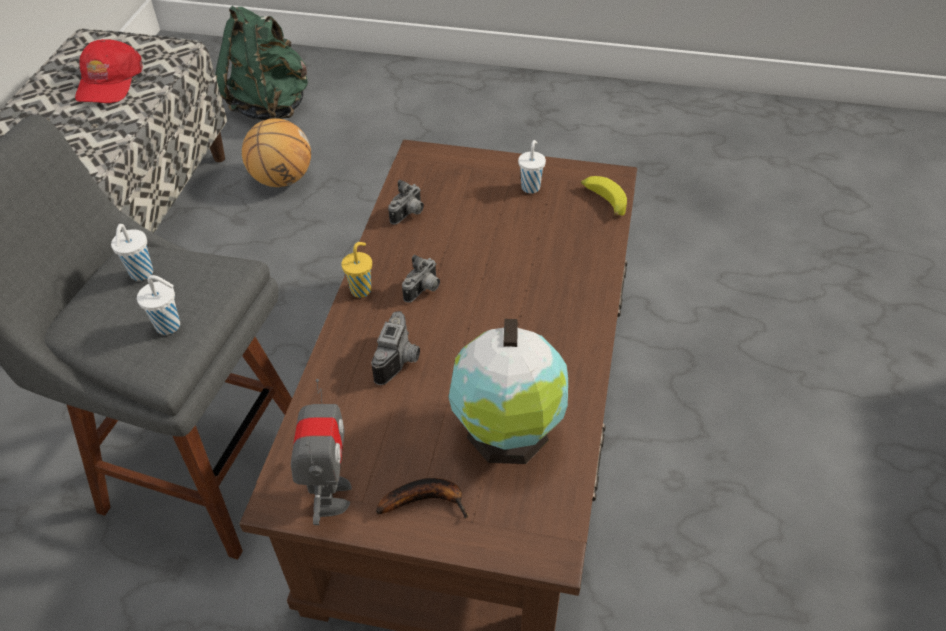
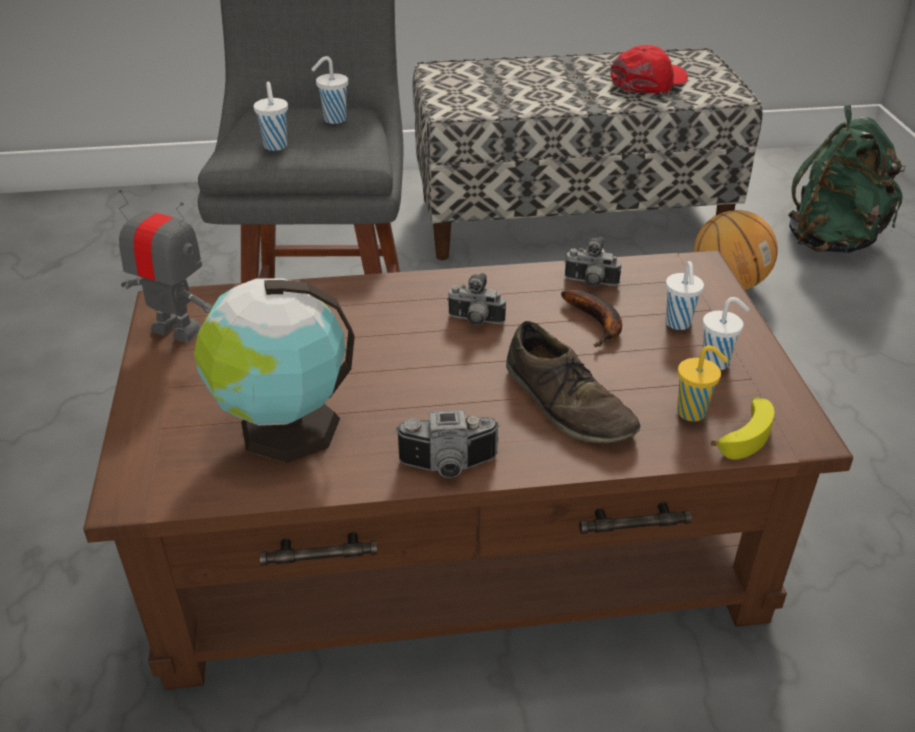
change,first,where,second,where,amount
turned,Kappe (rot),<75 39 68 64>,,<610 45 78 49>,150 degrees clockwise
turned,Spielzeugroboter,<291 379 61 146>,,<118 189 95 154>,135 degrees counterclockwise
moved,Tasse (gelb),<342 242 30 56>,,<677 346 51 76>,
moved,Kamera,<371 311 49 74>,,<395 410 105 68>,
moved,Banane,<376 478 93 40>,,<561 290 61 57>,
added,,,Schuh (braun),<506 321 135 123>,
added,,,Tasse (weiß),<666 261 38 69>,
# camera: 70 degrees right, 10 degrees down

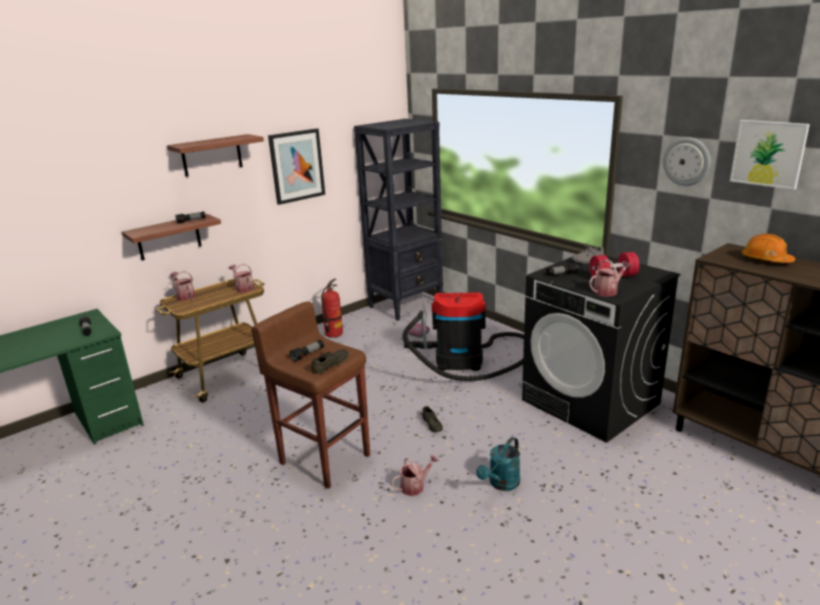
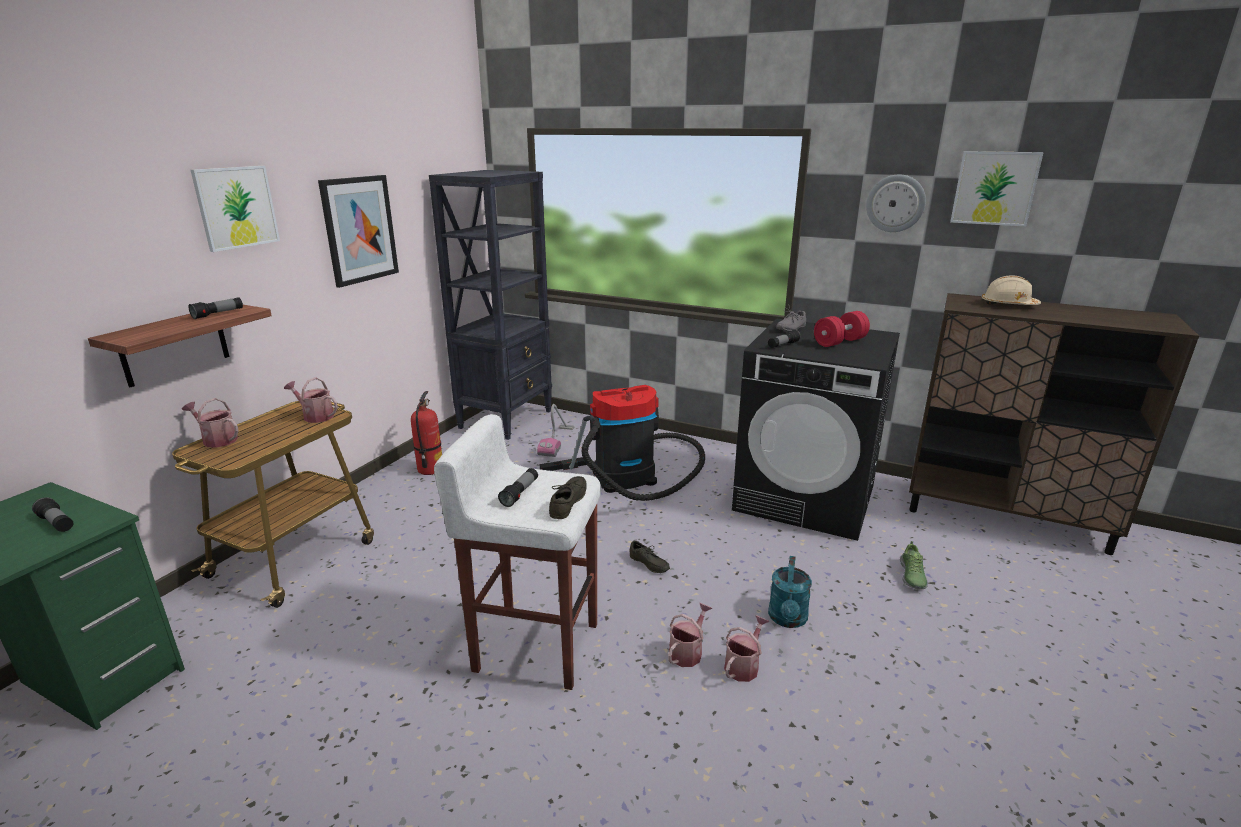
change,first,where,second,where,amount
replaced,Wandregal,<167 134 97 43>,Bild,<191 166 89 86>,
recoloured,Hocker (braun),<251 301 119 188>,Hocker (weiß),<434 414 167 276>,
moved,Gießkanne,<589 259 43 38>,,<724 615 45 67>,
recoloured,Schutzhelm (orange),<741 234 54 29>,Schutzhelm (beige),<982 275 59 30>,
added,,,Schuh,<900 541 28 49>,
# camera: 25 degrees left, 0 degrees up

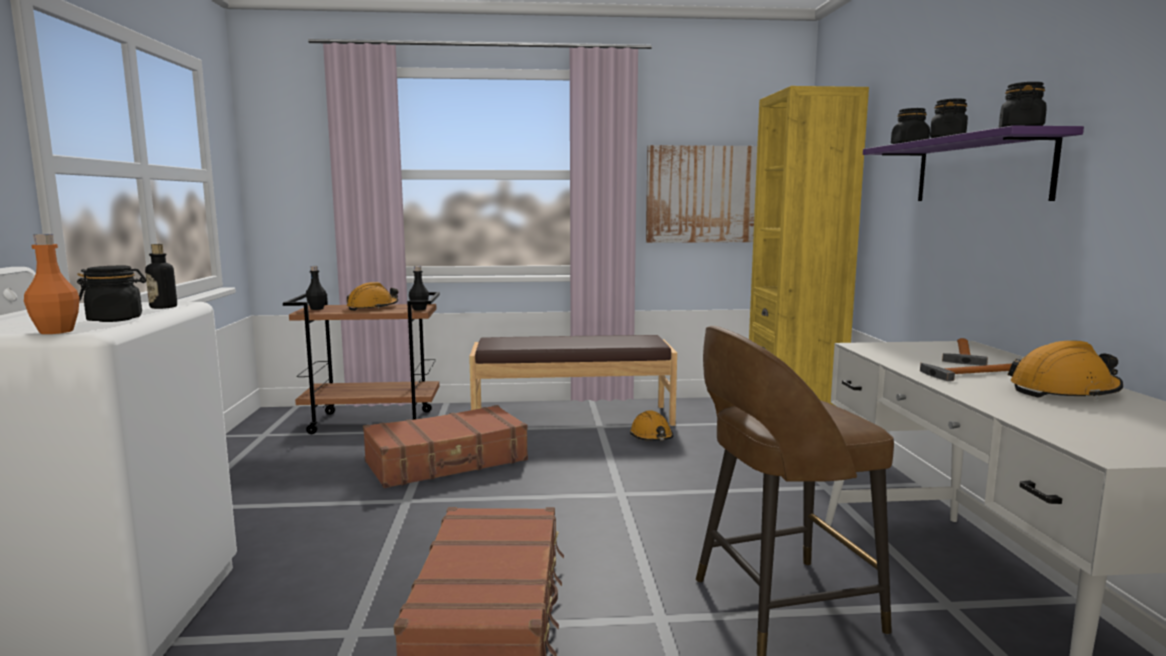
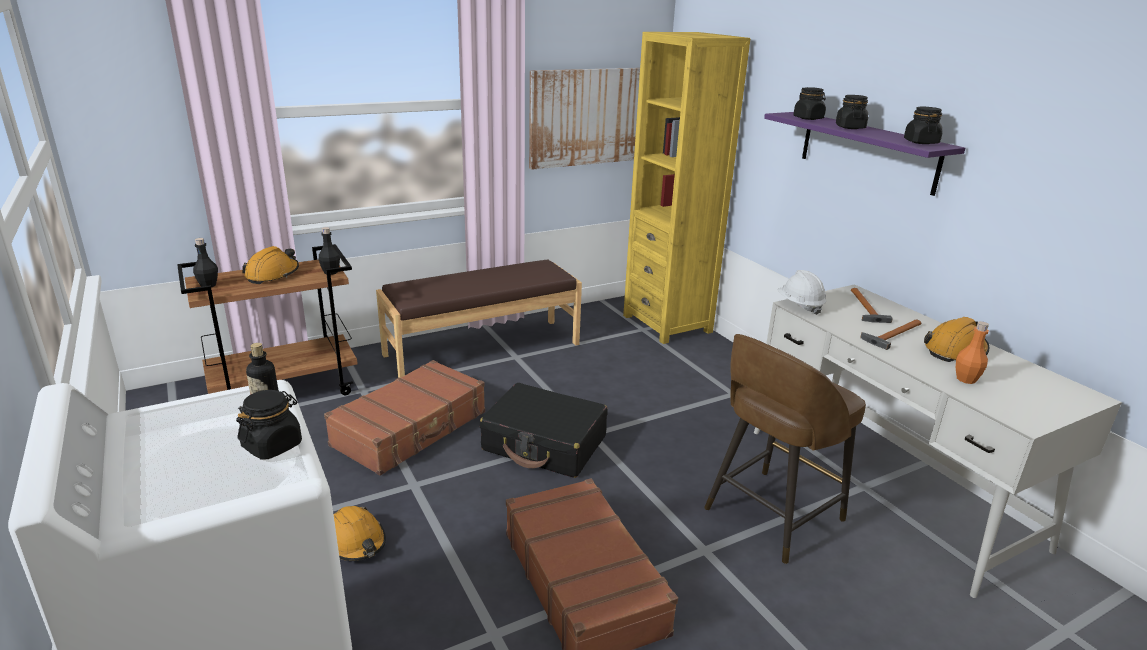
change,first,where,second,where,amount
moved,Flasche (orange),<24 234 56 100>,,<956 321 33 63>,
moved,Schutzhelm (orange),<630 410 43 31>,,<334 506 52 55>,
added,,,Koffer (schwarz),<479 383 129 95>,
added,,,Schutzhelm (weiß),<778 270 48 45>,
# camera: 25 degrees left, 15 degrees up

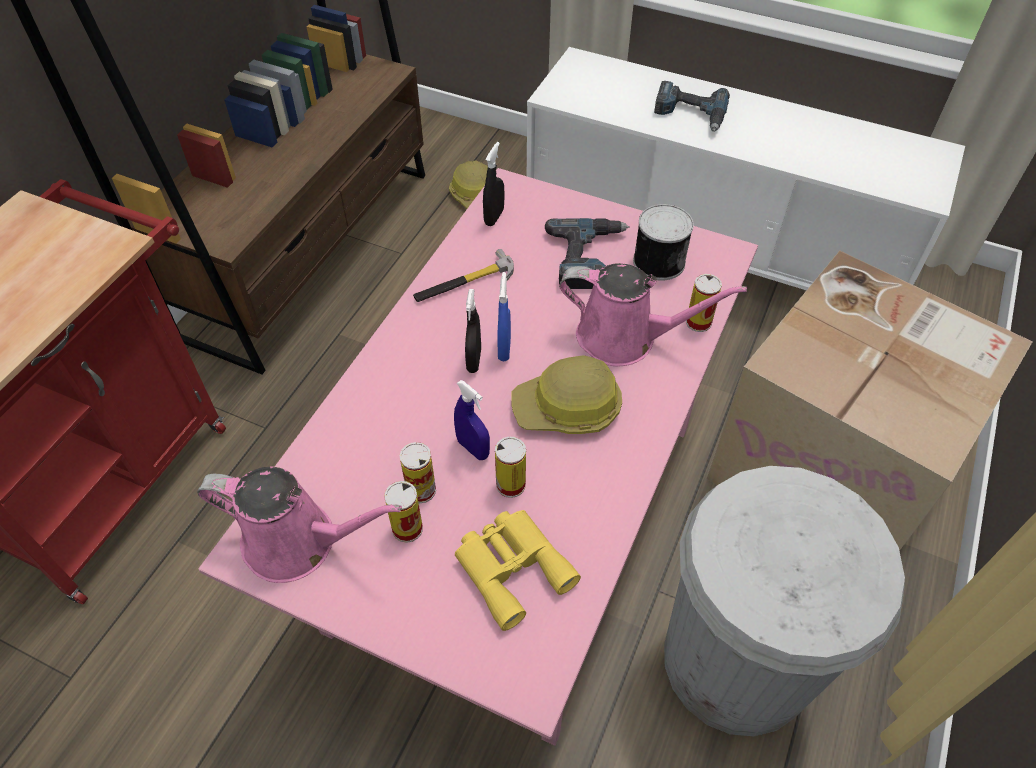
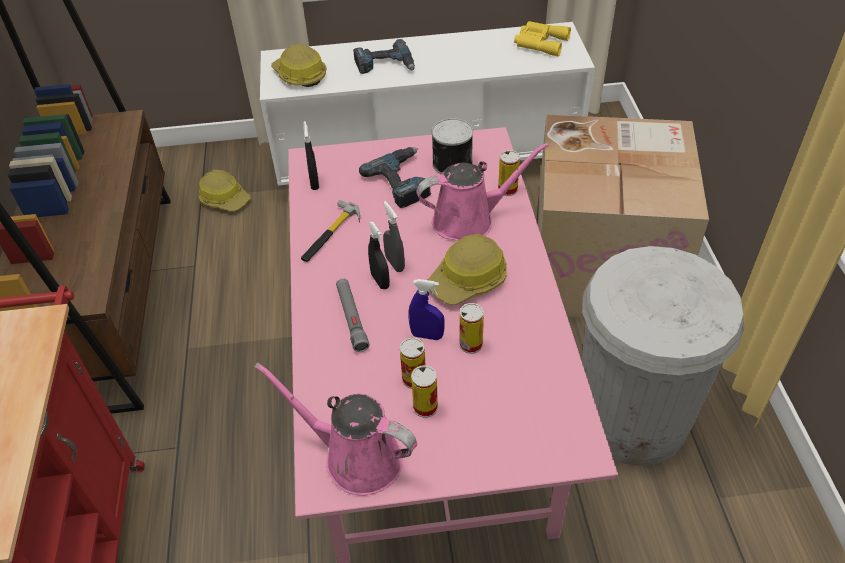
change,first,where,second,where,amount
turned,Gießkanne (rosa),<197 467 205 116>,,<254 362 163 134>,135 degrees counterclockwise
moved,Fernglas (gelb),<455 510 126 121>,,<514 21 57 35>,
recoloured,Sprühflasche (blau),<497 272 14 89>,Sprühflasche (grau),<383 201 22 71>,
added,,,Schutzhelm,<271 44 55 43>,
added,,,Taschenlampe (grau),<336 279 33 73>,
# camera: 30 degrees left, 5 degrees down

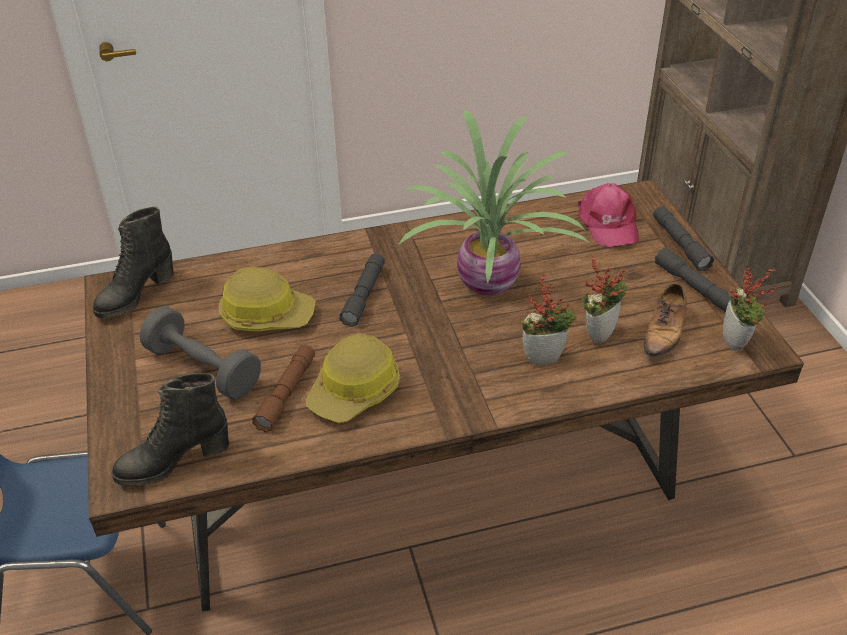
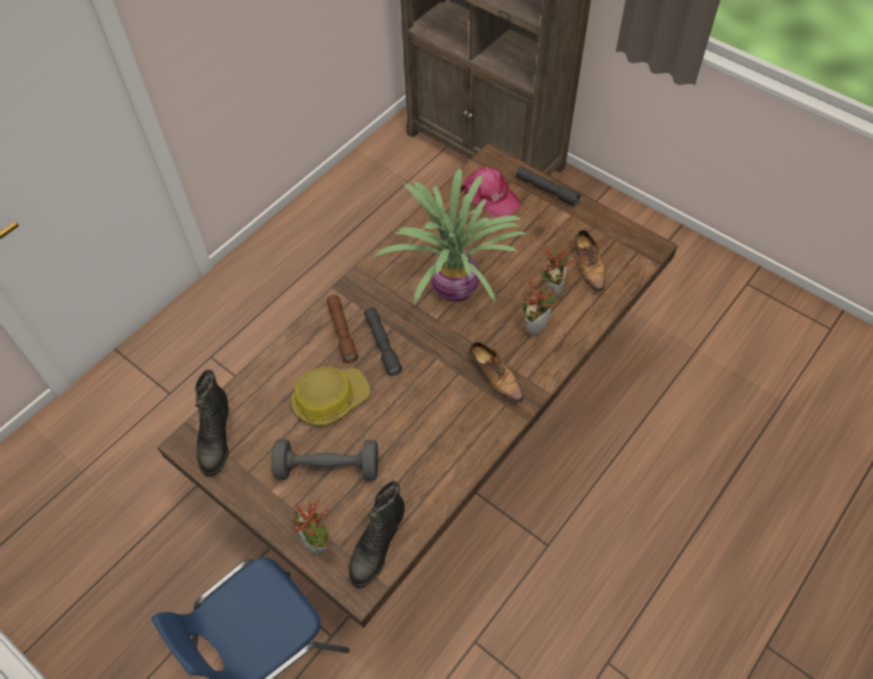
change,first,where,second,where,amount
moved,Taschenlampe (braun),<252 345 63 87>,,<327 295 31 68>,
removed,Schutzhelm,<306 333 94 90>,,,
removed,Taschenlampe (grau),<655 248 75 64>,,,
moved,Topfpflanze,<723 268 55 84>,,<292 500 38 55>,
added,,,Schuh,<469 342 55 61>,
# camera: 35 degrees left, 15 degrees up

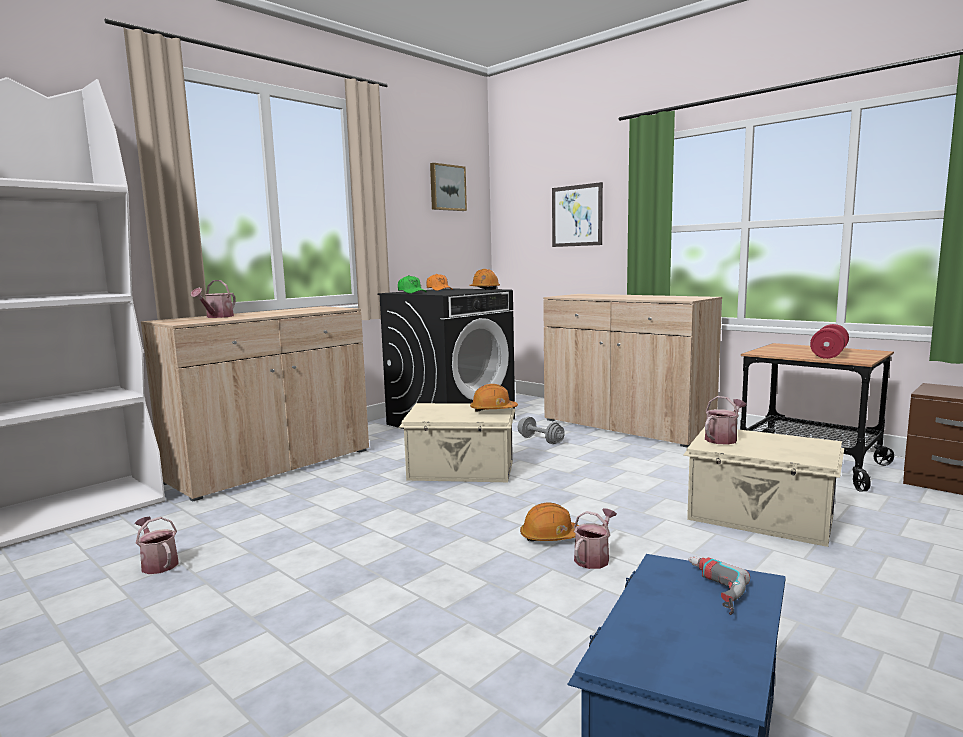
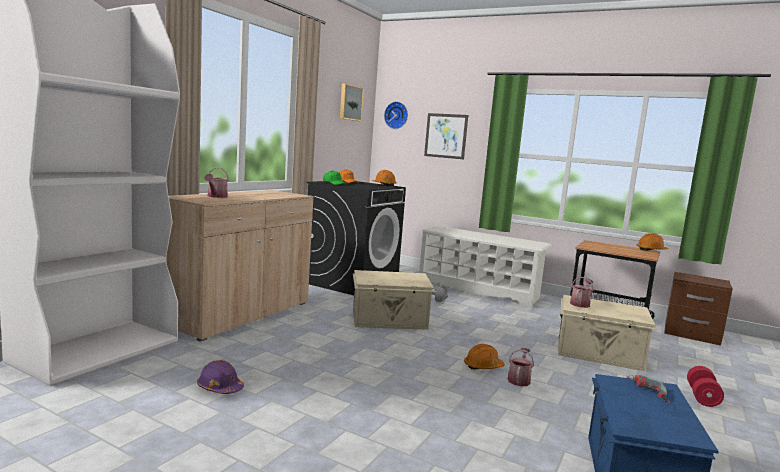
change,first,where,second,where,amount
replaced,Gießkanne,<135 517 44 57>,Schutzhelm (lila),<197 360 47 34>,
moved,Schutzhelm (orange),<470 384 48 28>,,<637 233 31 18>,
replaced,Schrank (beige),<543 294 179 154>,Schuhregal (weiß),<419 226 133 82>,
moved,Hantel (rot),<810 324 39 35>,,<687 366 37 41>,
added,,,Wanduhr,<384 102 24 27>,
# camera: 15 degrees left, 0 degrees up

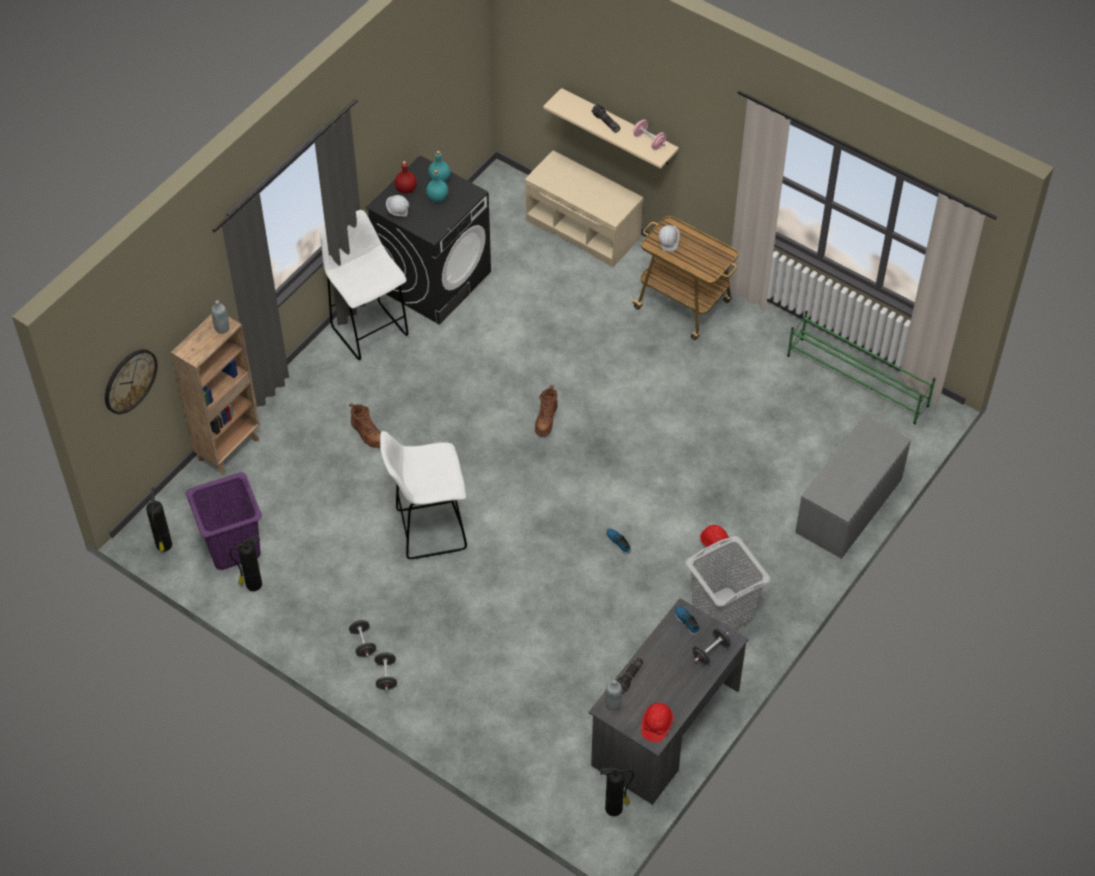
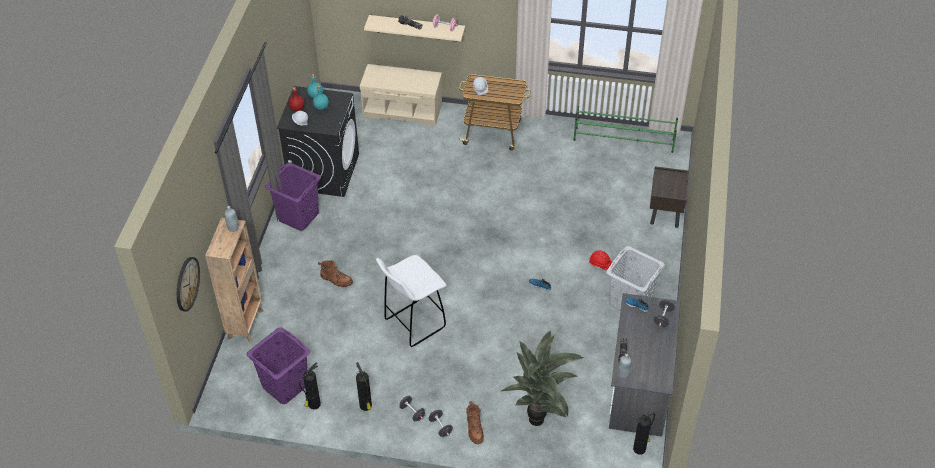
change,first,where,second,where,amount
moved,Feuerlöscher,<146 488 26 64>,,<356 362 16 49>,
replaced,Hocker (weiß),<320 210 89 152>,Wäschekorb (lila),<265 163 56 68>,
moved,Stiefel (braun),<535 385 22 52>,,<466 401 18 43>,
removed,Schutzhelm (rot),<641 703 32 39>,,,
replaced,Bank (grau),<795 416 116 143>,Nachttisch (braun),<650 166 39 62>,
added,,,Topfpflanze,<501 330 83 96>,
# camera: 25 degrees left, 5 degrees down

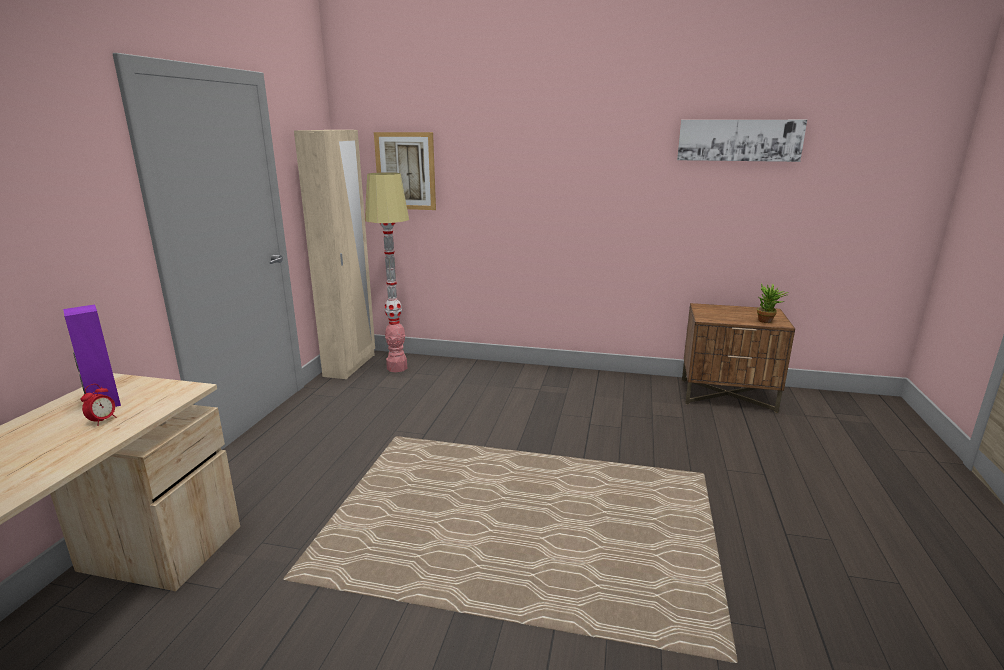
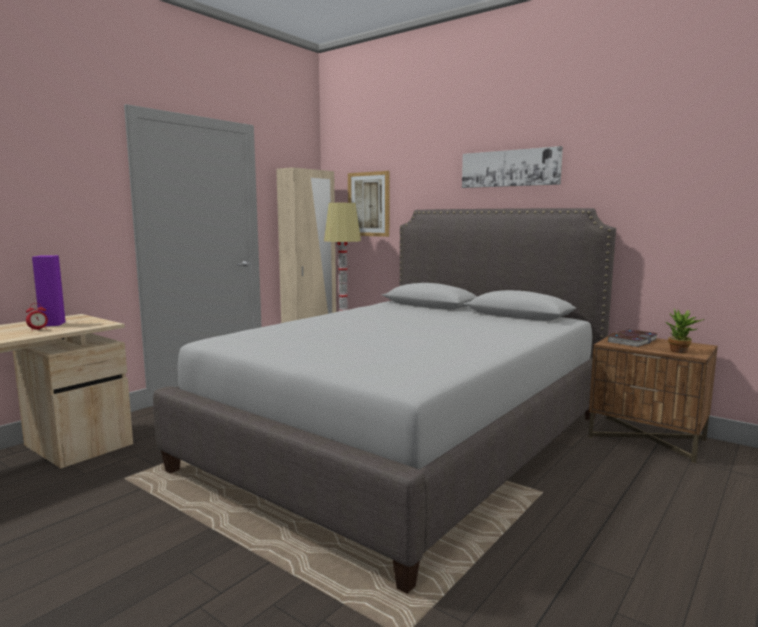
change,first,where,second,where,amount
moved,Bild,<677 120 130 42>,,<462 146 101 42>,
added,,,Bett (grau),<153 208 463 386>,
added,,,Buch,<608 329 50 18>,
# camera: 25 degrees right, 10 degrees down

